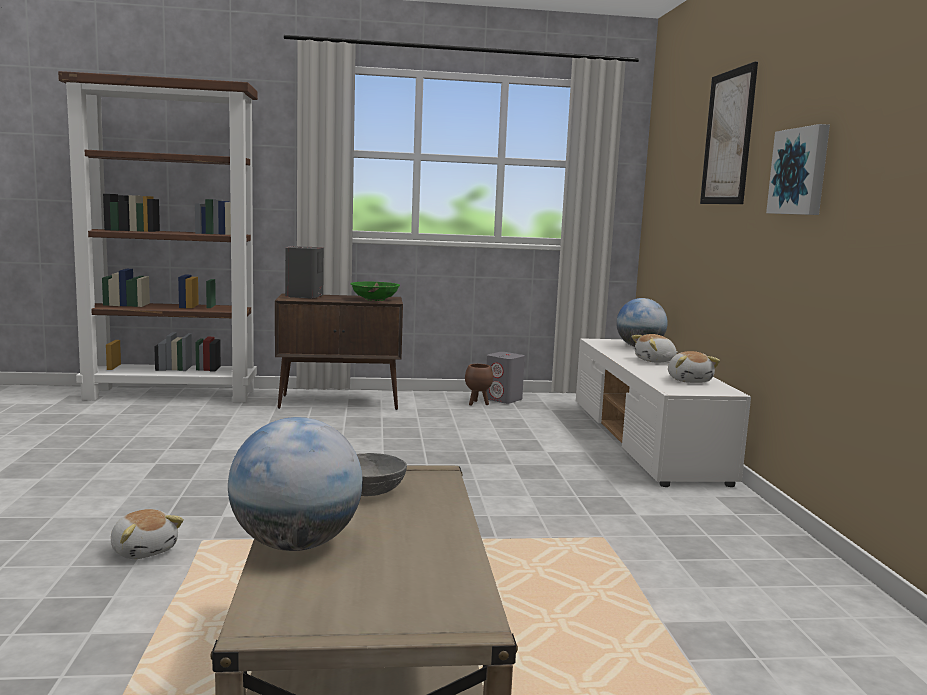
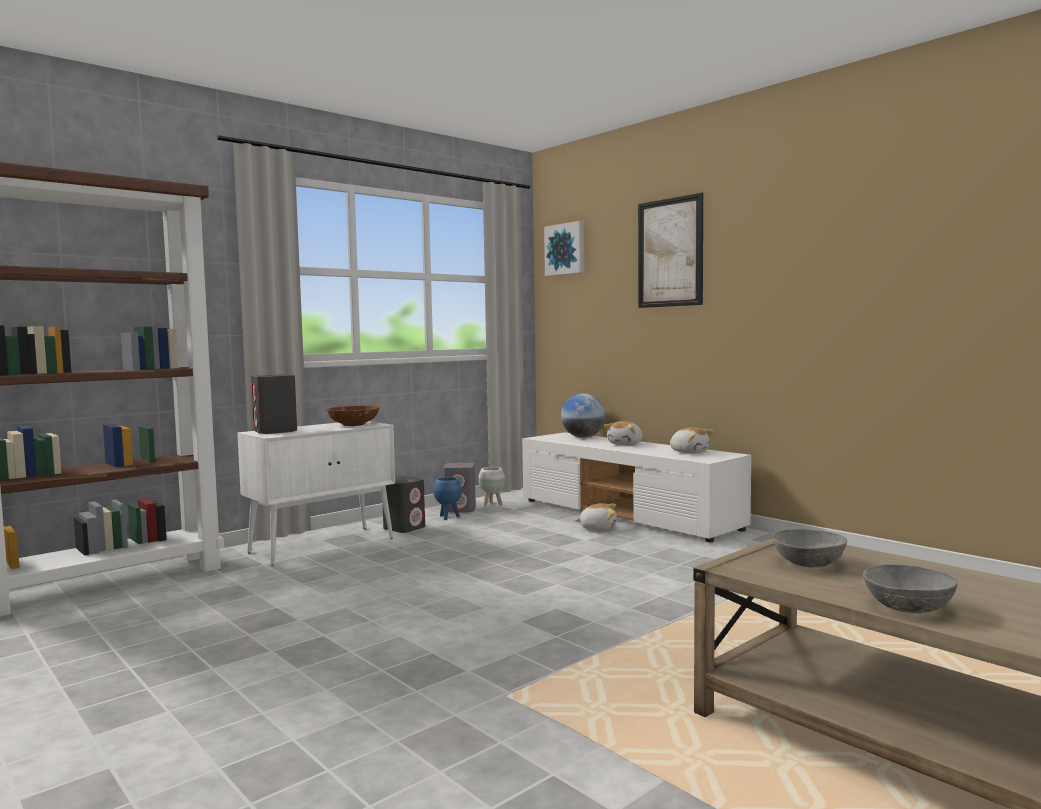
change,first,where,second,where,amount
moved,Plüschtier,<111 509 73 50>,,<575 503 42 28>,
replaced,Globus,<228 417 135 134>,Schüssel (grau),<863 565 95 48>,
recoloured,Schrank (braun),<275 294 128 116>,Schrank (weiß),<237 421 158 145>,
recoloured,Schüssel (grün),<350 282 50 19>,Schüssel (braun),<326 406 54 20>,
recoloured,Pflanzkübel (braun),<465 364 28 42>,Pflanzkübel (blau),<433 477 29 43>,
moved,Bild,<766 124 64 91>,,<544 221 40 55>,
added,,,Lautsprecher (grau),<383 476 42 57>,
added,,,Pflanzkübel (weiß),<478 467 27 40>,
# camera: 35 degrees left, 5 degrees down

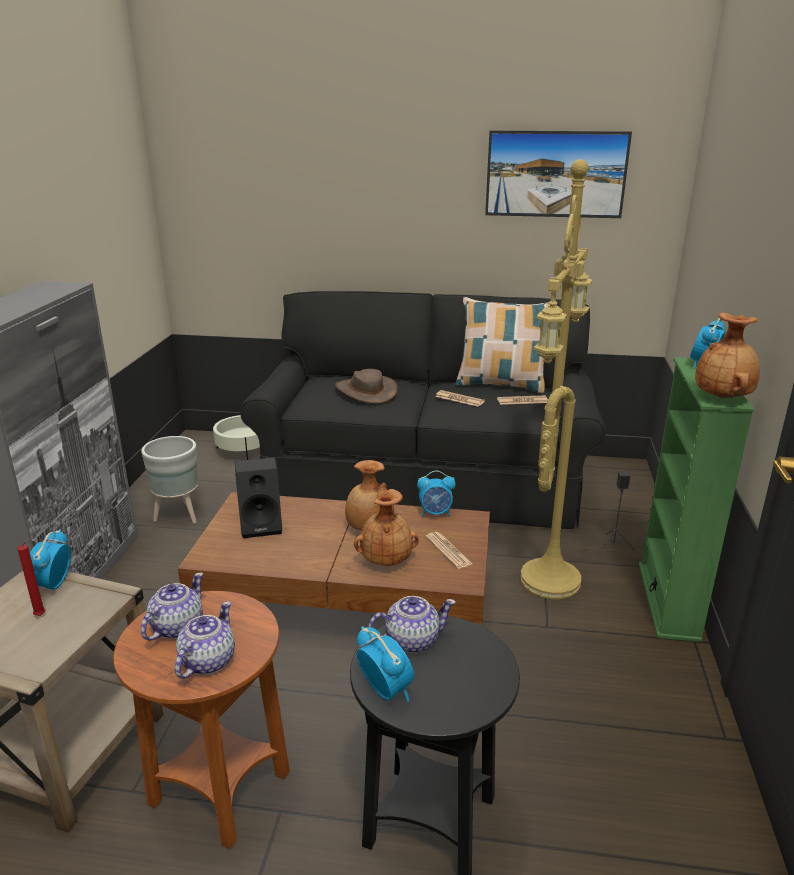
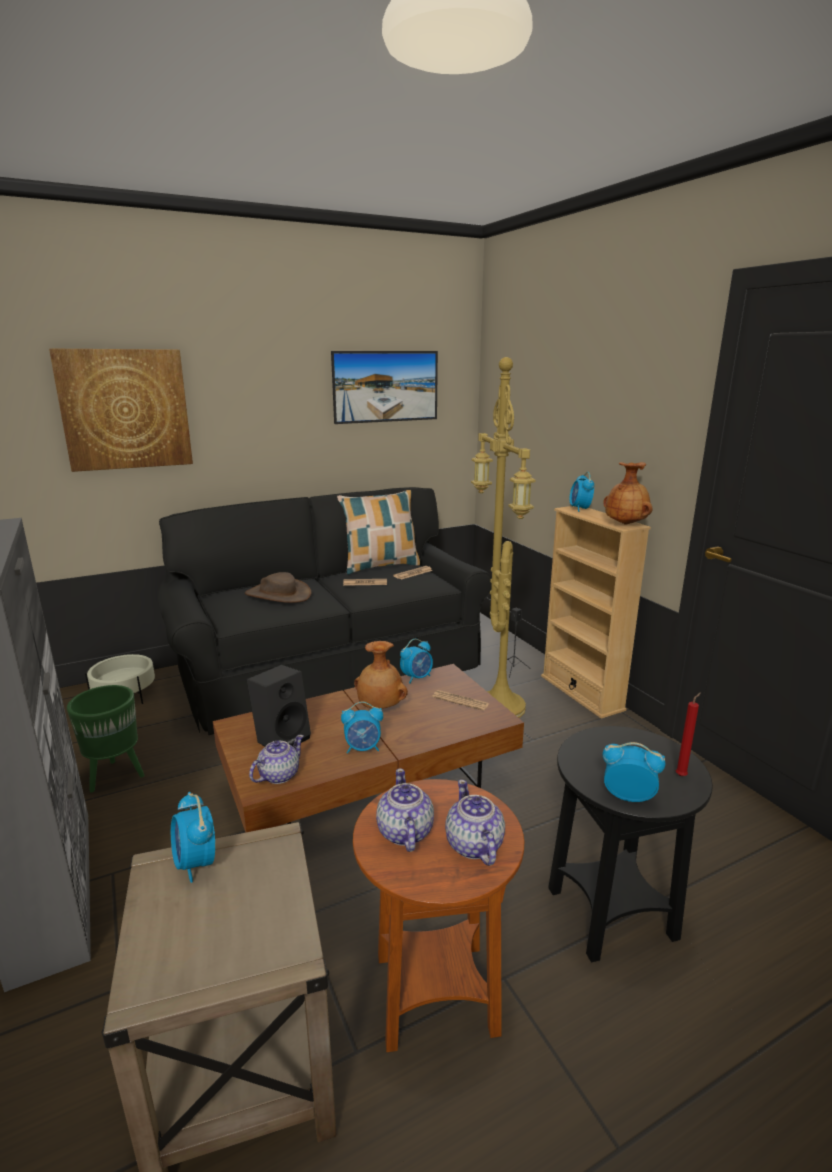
change,first,where,second,where,amount
moved,Kerze (rot),<17 539 28 77>,,<675 692 26 84>,
recoloured,Pflanzkübel (grau),<141 436 57 87>,Pflanzkübel (grün),<67 685 78 108>,
removed,Vase (braun),<354 489 65 77>,,,
moved,Teekanne,<368 596 88 57>,,<249 735 55 49>,
recoloured,Bücherregal (grün),<639 357 115 285>,Bücherregal (beige),<541 506 110 213>,
added,,,Bild,<49 348 144 124>,
added,,,Wecker,<341 702 42 52>,
# camera: 35 degrees left, 5 degrees down

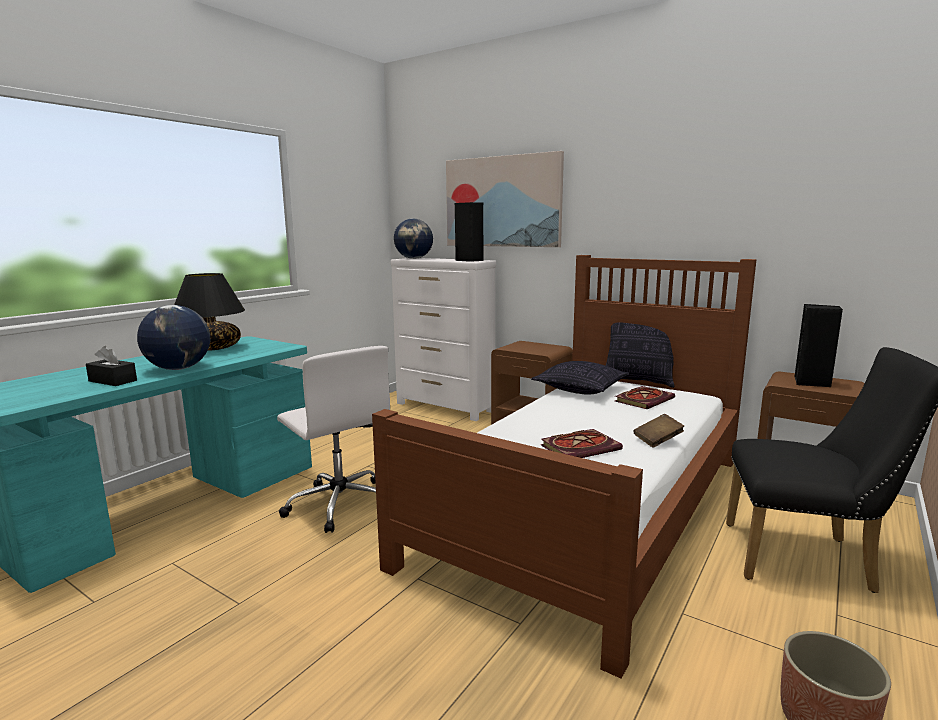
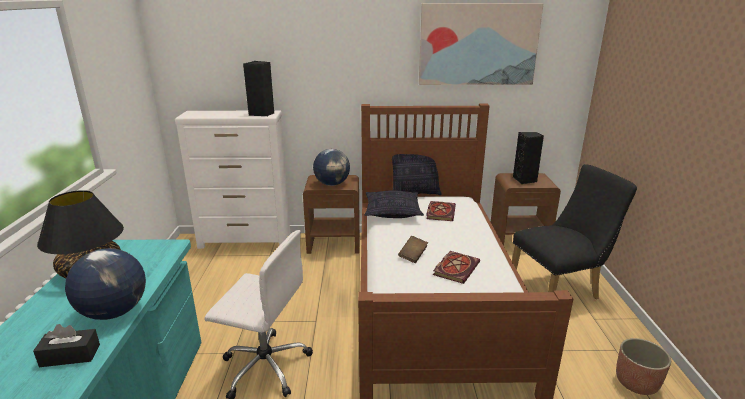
change,first,where,second,where,amount
moved,Globus,<394 219 39 40>,,<313 149 37 37>,
moved,Bild,<446 151 118 96>,,<419 3 125 82>,
moved,Buch (braun),<633 414 51 34>,,<398 236 30 27>,
# camera: 35 degrees left, 10 degrees up

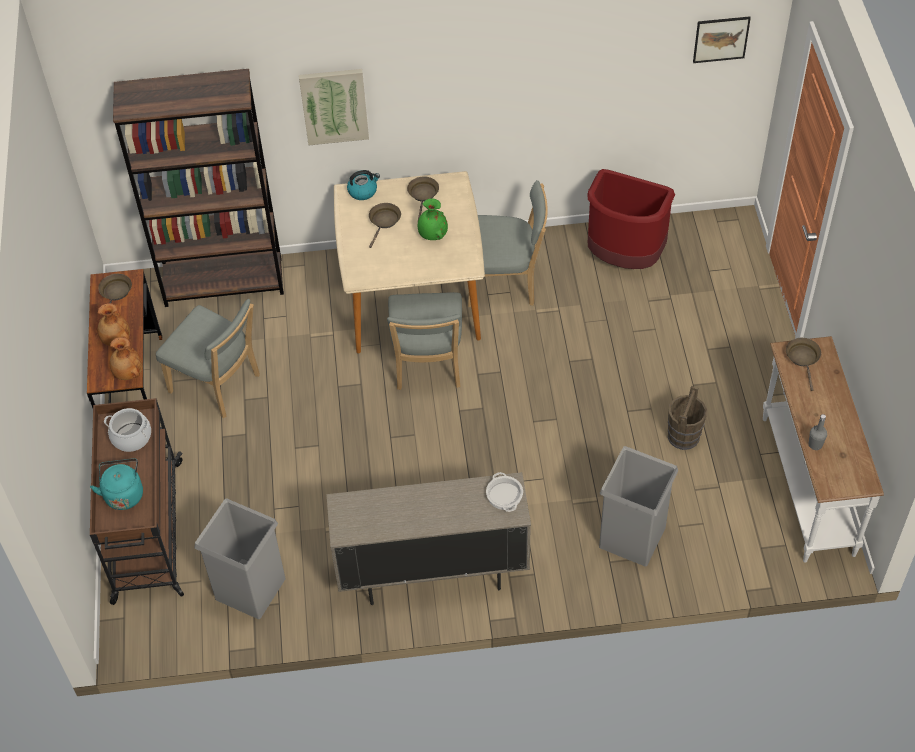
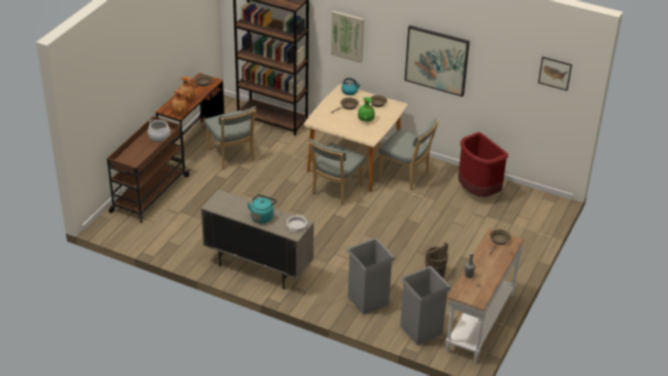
change,first,where,second,where,amount
moved,Wasserkessel (türkis),<90 458 53 52>,,<247 194 30 29>,
moved,Mülleimer (grau),<194 498 92 121>,,<400 266 50 79>,
added,,,Bild,<404 25 66 72>,
# camera: 30 degrees right, 15 degrees down

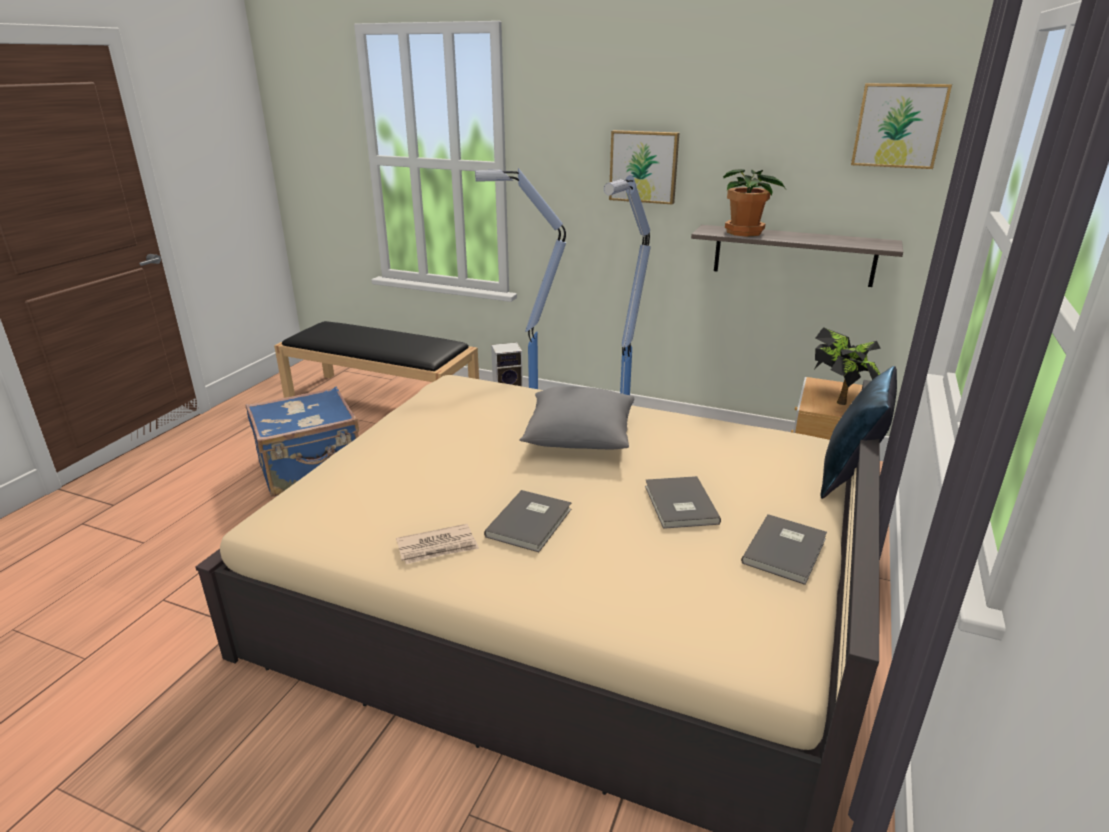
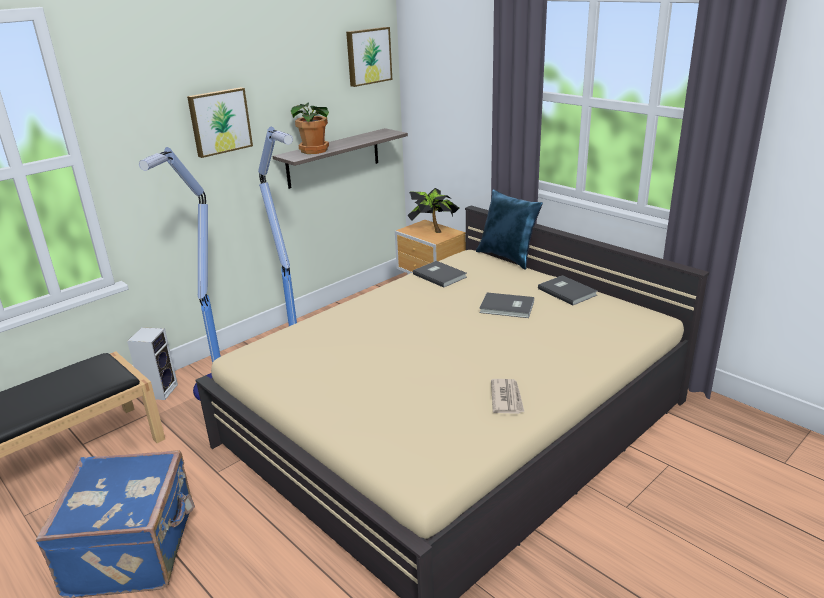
change,first,where,second,where,amount
moved,Buch (grau),<484 490 88 62>,,<413 261 54 27>,
removed,Kissen (grau),<519 386 115 63>,,,
# camera: 65 degrees left, 0 degrees up

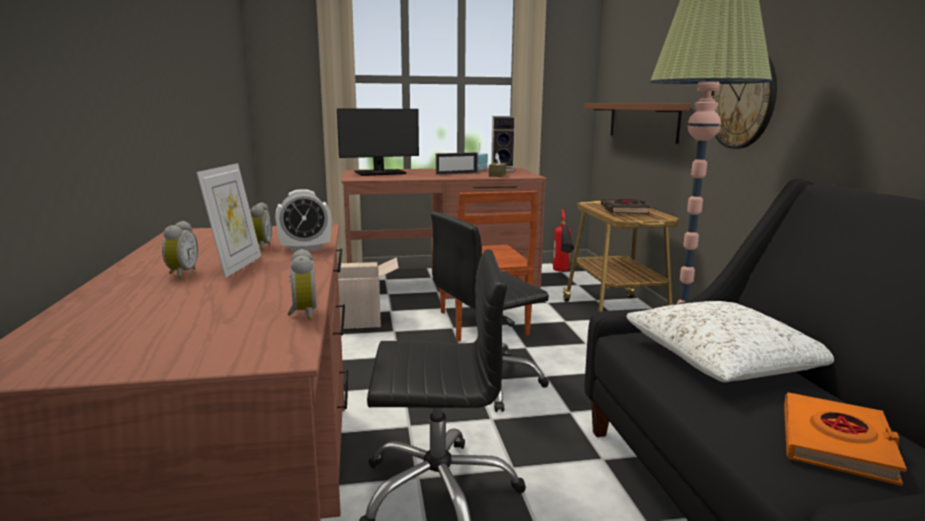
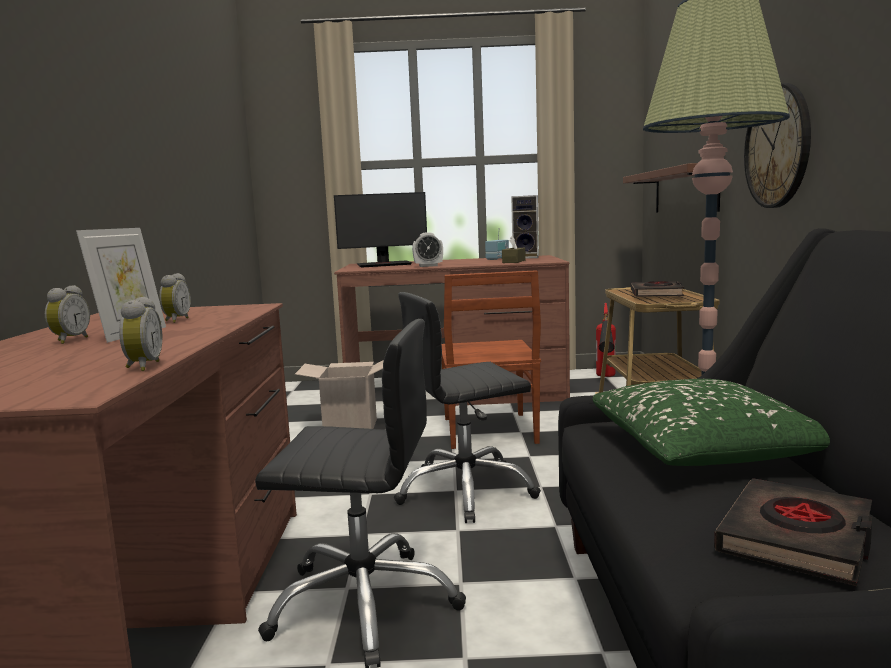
change,first,where,second,where,amount
moved,Wecker,<275 189 56 62>,,<412 232 31 35>,
removed,Bilderrahmen,<436 152 42 23>,,,
recoloured,Kissen (weiß),<626 301 208 81>,Kissen (grün),<592 379 238 87>,
recoloured,Buch (orange),<784 392 123 94>,Buch (schwarz),<714 478 158 108>,
# camera: 10 degrees right, 5 degrees down

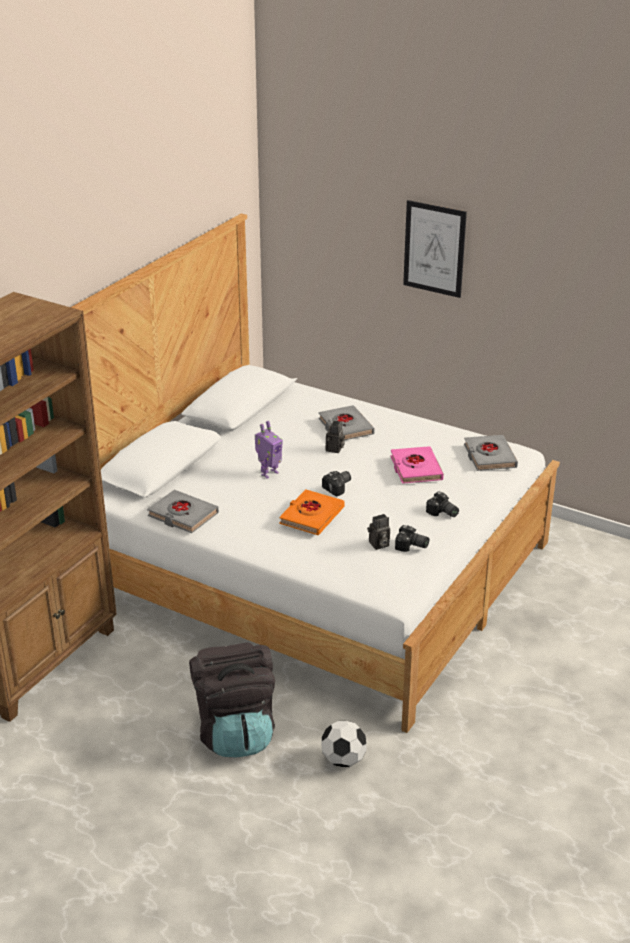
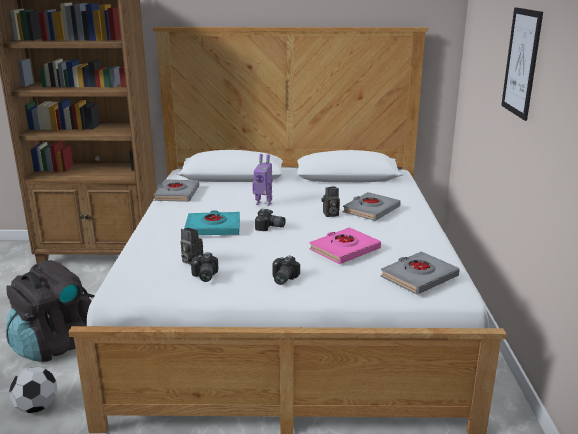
change,first,where,second,where,amount
recoloured,Buch (orange),<279 489 65 46>,Buch (türkis),<184 211 56 24>,
# camera: 60 degrees right, 10 degrees down

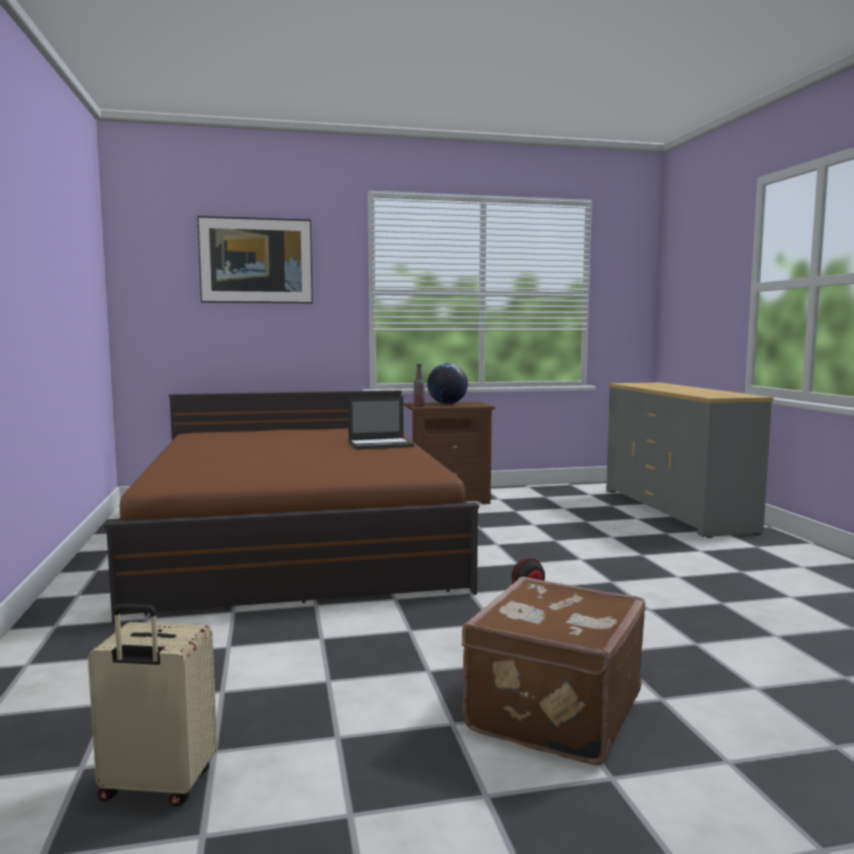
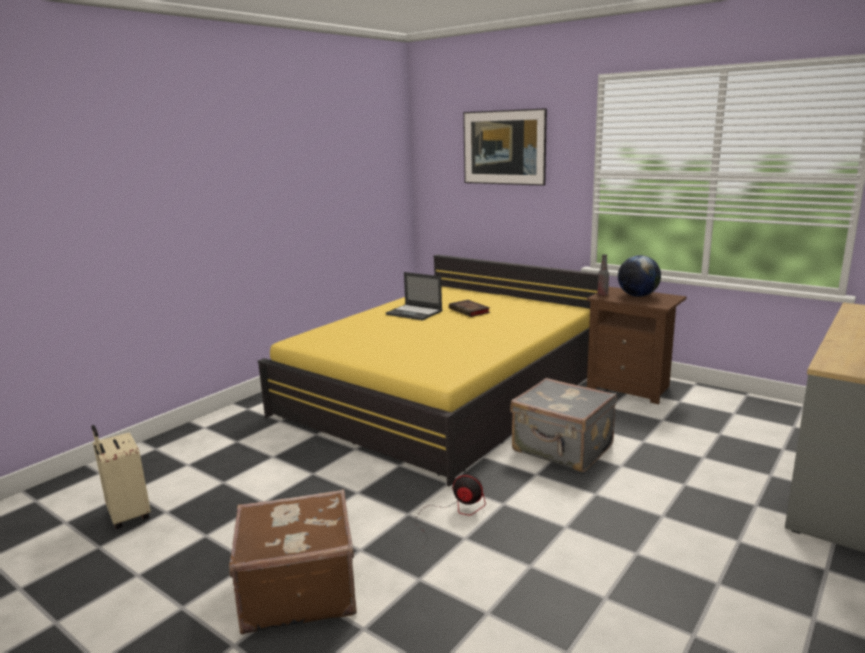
change,first,where,second,where,amount
recoloured,Bett (braun),<105 390 374 233>,Bett (gelb),<258 255 340 231>,
moved,Laptop,<348 396 66 54>,,<386 272 56 49>,
added,,,Buch,<449 300 41 17>,
added,,,Koffer (grau),<510 378 107 94>,
# camera: 50 degrees right, 10 degrees up

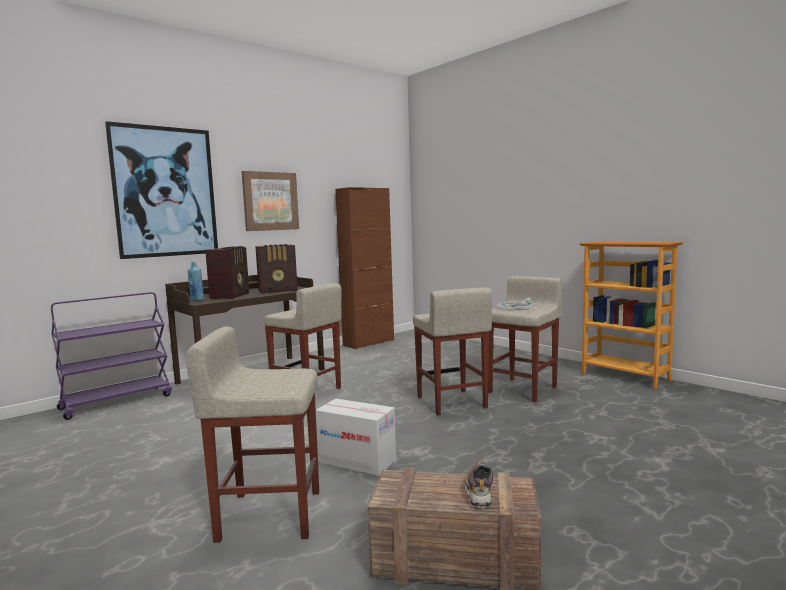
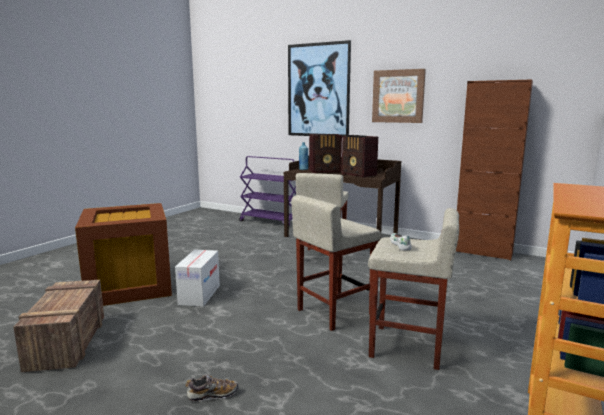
change,first,where,second,where,amount
replaced,Hocker (beige),<186 326 133 217>,Aufbewahrungsbox (braun),<75 203 97 103>,
moved,Schuh,<465 462 28 46>,,<185 374 53 28>,
# camera: 70 degrees right, 5 degrees up

